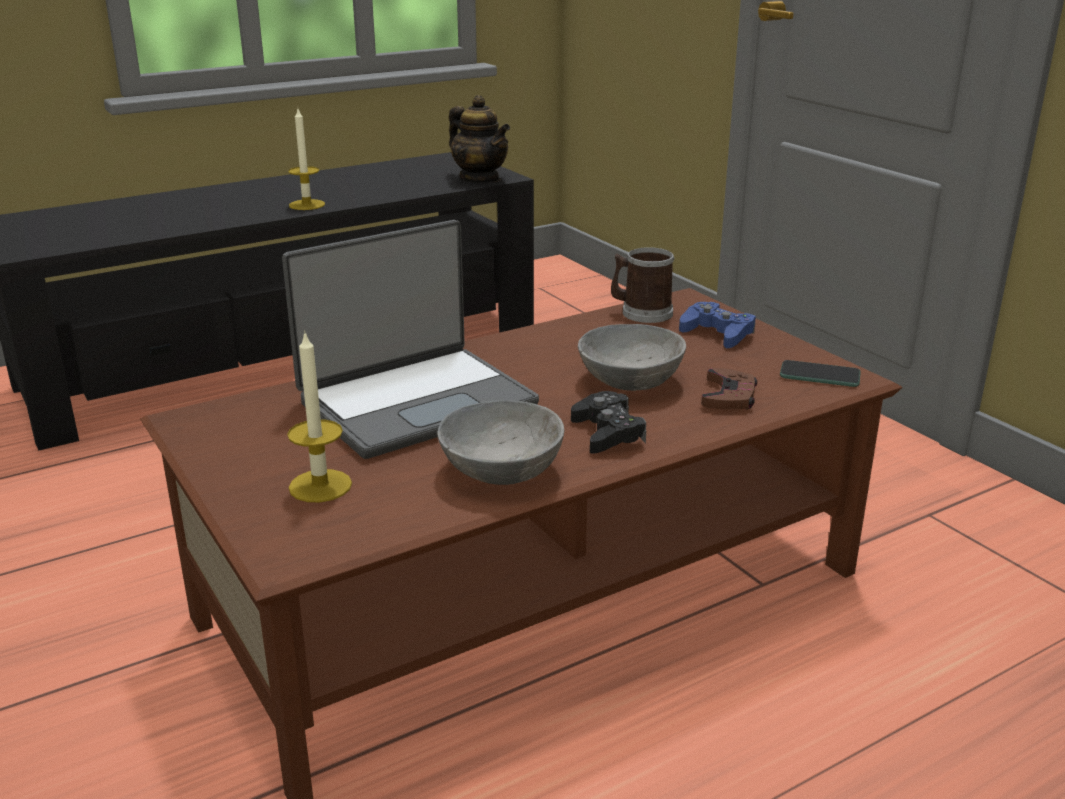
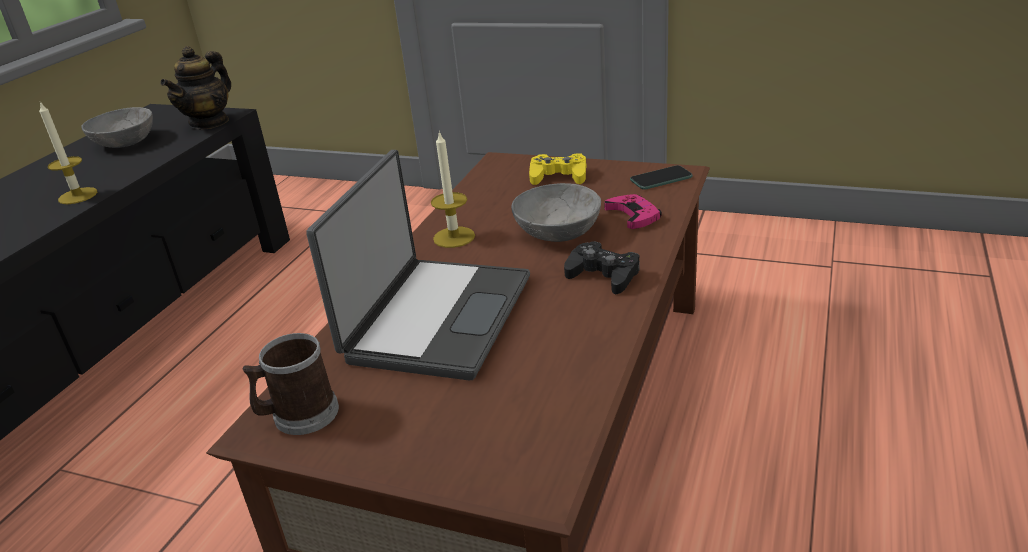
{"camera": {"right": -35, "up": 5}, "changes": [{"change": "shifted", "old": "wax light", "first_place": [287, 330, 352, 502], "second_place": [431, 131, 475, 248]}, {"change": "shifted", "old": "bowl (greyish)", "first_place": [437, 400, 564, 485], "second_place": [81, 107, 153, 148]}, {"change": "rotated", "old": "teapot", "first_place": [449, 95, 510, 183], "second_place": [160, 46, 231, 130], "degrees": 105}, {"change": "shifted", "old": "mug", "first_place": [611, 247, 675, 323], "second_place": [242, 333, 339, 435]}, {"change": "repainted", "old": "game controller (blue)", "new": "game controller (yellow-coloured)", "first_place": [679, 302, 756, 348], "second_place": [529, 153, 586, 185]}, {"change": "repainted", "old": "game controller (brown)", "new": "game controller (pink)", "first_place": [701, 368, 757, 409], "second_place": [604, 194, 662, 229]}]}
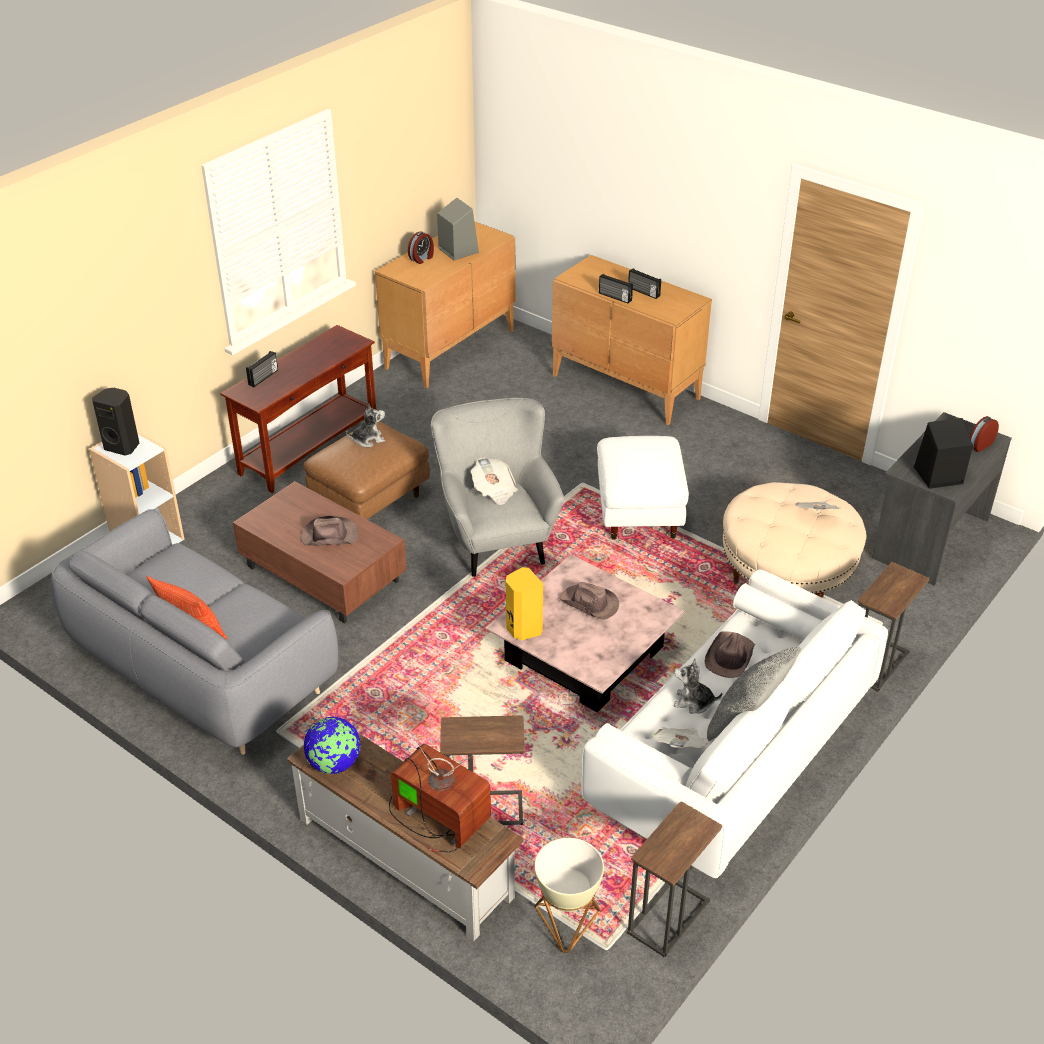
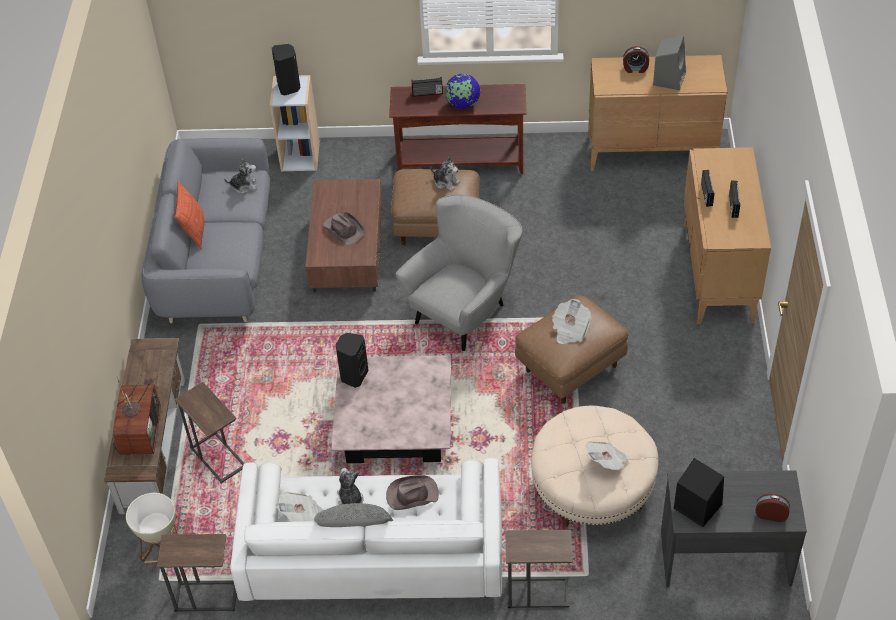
{"camera": {"right": 55, "up": 10}, "changes": [{"change": "shifted", "old": "globe", "first_place": [304, 717, 361, 774], "second_place": [445, 74, 480, 109]}, {"change": "shifted", "old": "printed paper", "first_place": [471, 457, 518, 505], "second_place": [552, 299, 592, 344]}, {"change": "repainted", "old": "audio speaker (yellow-coloured)", "new": "audio speaker (blackish)", "first_place": [506, 567, 543, 640], "second_place": [336, 333, 369, 388]}, {"change": "gone", "old": "clothing hat (brown)", "first_place": [560, 582, 619, 620]}, {"change": "repainted", "old": "ottoman (white-coloured)", "new": "ottoman (brown)", "first_place": [597, 436, 689, 540], "second_place": [515, 295, 628, 404]}, {"change": "new", "new": "soft toy", "second_place": [224, 159, 257, 194]}]}
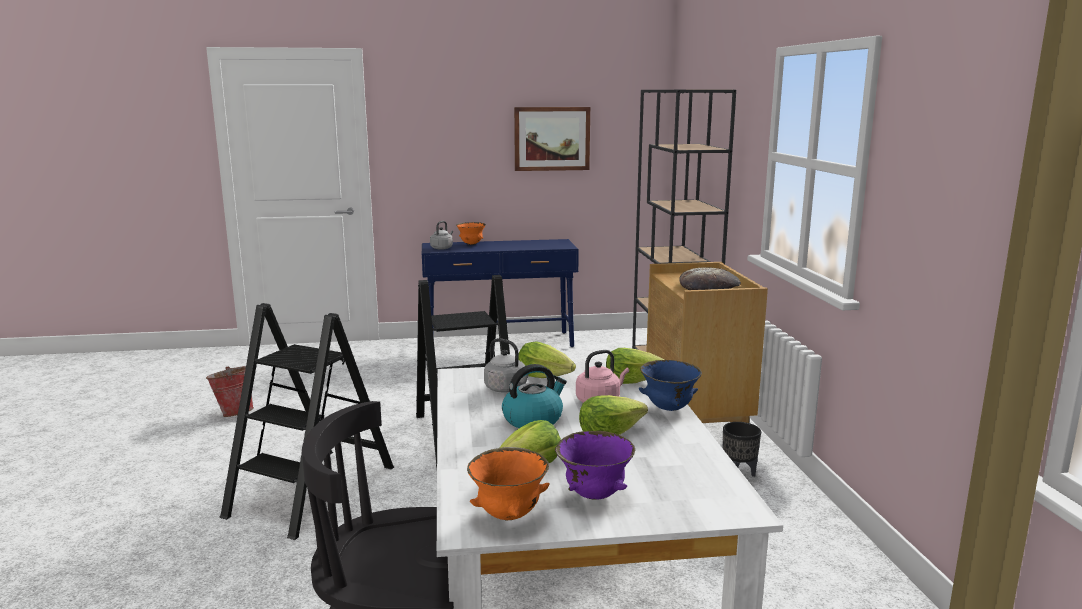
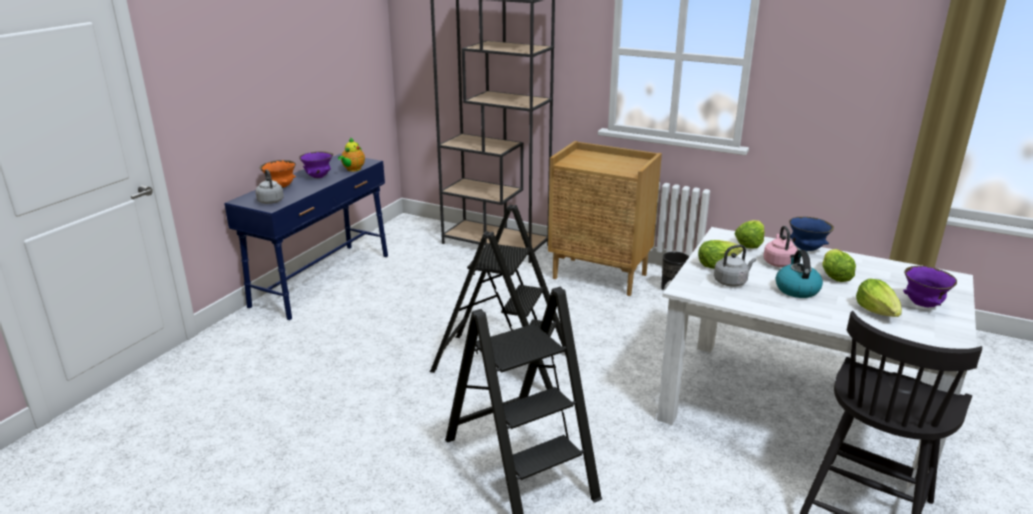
{"camera": {"right": -55, "up": 10}, "changes": [{"change": "gone", "old": "pail", "first_place": [206, 366, 254, 417]}, {"change": "gone", "old": "bowl (orange)", "first_place": [467, 447, 550, 520]}, {"change": "gone", "old": "wall picture", "first_place": [514, 107, 590, 171]}, {"change": "gone", "old": "bakery bread", "first_place": [679, 267, 741, 290]}, {"change": "new", "new": "bowl (purplish)", "second_place": [299, 151, 333, 178]}, {"change": "new", "new": "teapot", "second_place": [338, 137, 365, 172]}]}
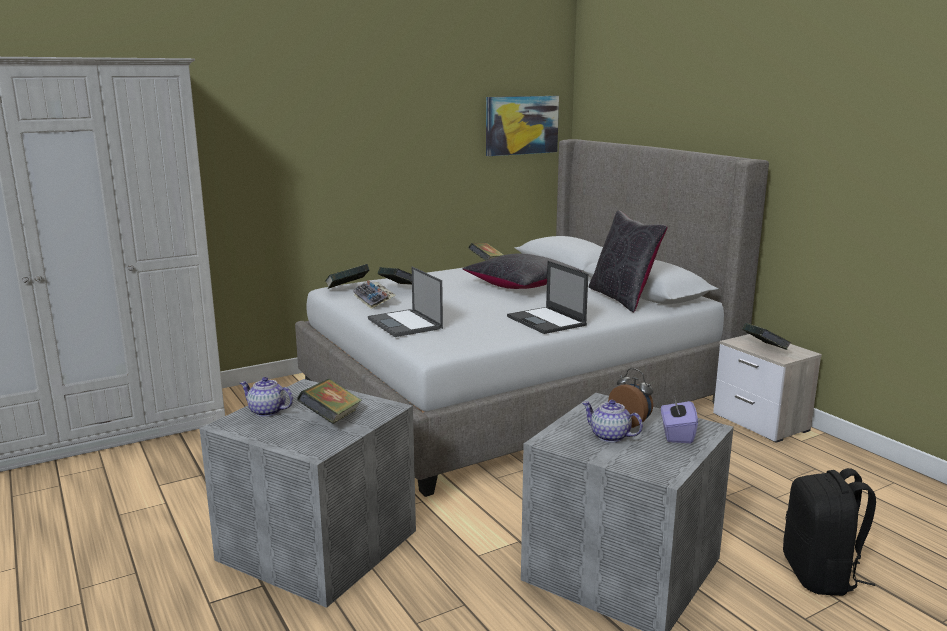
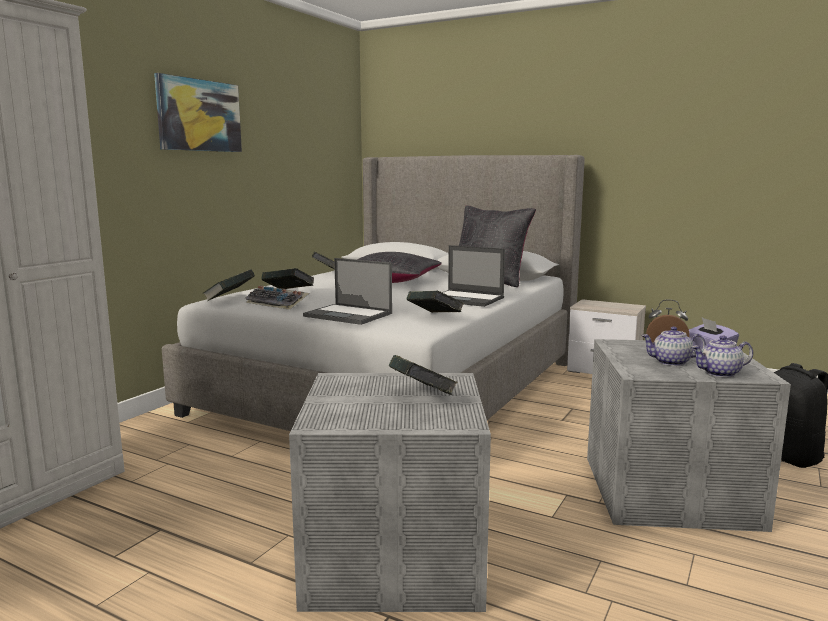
{"camera": {"right": -30, "up": -5}, "changes": [{"change": "shifted", "old": "teapot", "first_place": [240, 377, 293, 417], "second_place": [692, 335, 753, 377]}, {"change": "shifted", "old": "wall picture", "first_place": [486, 96, 559, 156], "second_place": [154, 73, 242, 152]}, {"change": "shifted", "old": "volume", "first_place": [742, 323, 791, 350], "second_place": [407, 291, 464, 313]}]}
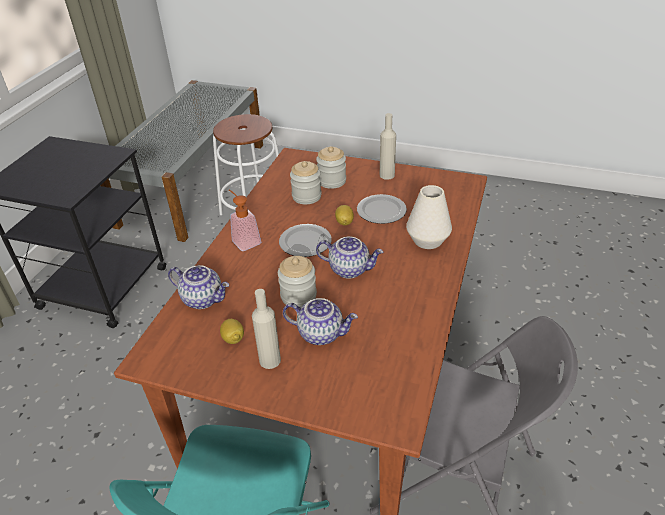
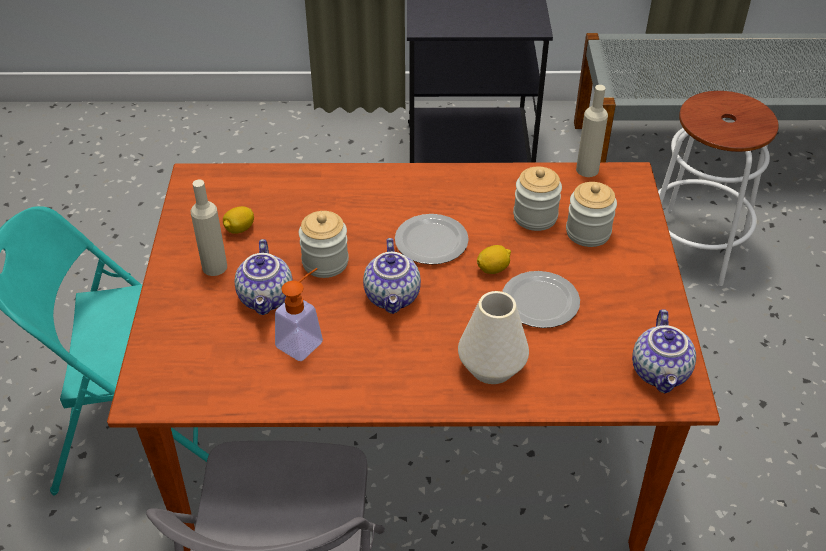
{"camera": {"right": 70, "up": 5}, "changes": [{"change": "shifted", "old": "teapot", "first_place": [168, 265, 229, 309], "second_place": [632, 309, 696, 393]}, {"change": "shifted", "old": "soap bottle", "first_place": [229, 190, 261, 251], "second_place": [275, 268, 323, 361]}, {"change": "shifted", "old": "beverage bottle (beige-coloured)", "first_place": [380, 113, 396, 180], "second_place": [576, 85, 608, 177]}]}
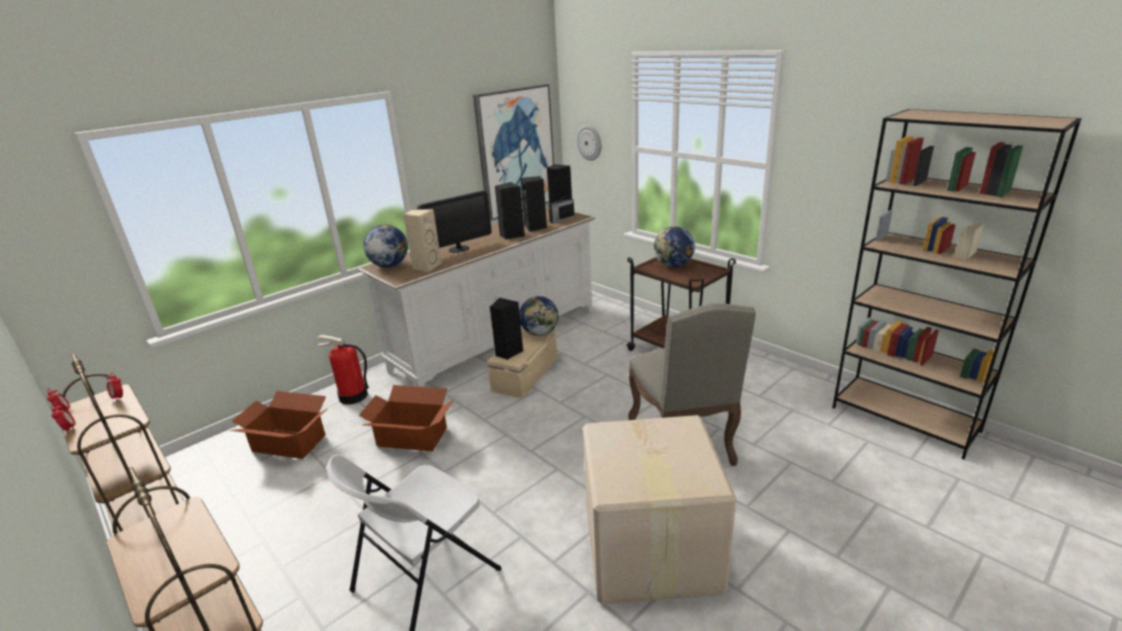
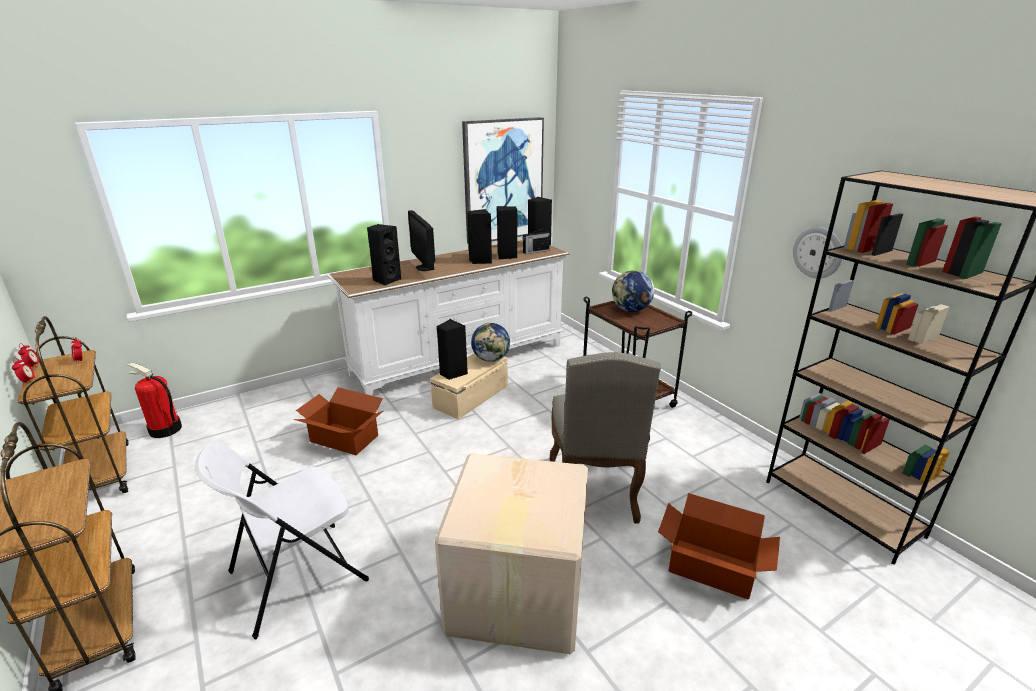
{"camera": {"right": 10, "up": 0}, "changes": [{"change": "shifted", "old": "packing box", "first_place": [229, 391, 327, 459], "second_place": [658, 493, 780, 599]}, {"change": "shifted", "old": "fire-fighting cylinder", "first_place": [317, 335, 369, 405], "second_place": [128, 363, 182, 438]}, {"change": "gone", "old": "globe", "first_place": [364, 225, 408, 267]}, {"change": "repainted", "old": "audio speaker (beige-coloured)", "new": "audio speaker (blackish)", "first_place": [403, 209, 442, 272], "second_place": [367, 224, 401, 286]}, {"change": "rotated", "old": "computer screen", "first_place": [417, 191, 492, 253], "second_place": [408, 210, 435, 271], "degrees": 90}, {"change": "shifted", "old": "clock on the wall", "first_place": [577, 126, 601, 161], "second_place": [793, 227, 842, 279]}]}
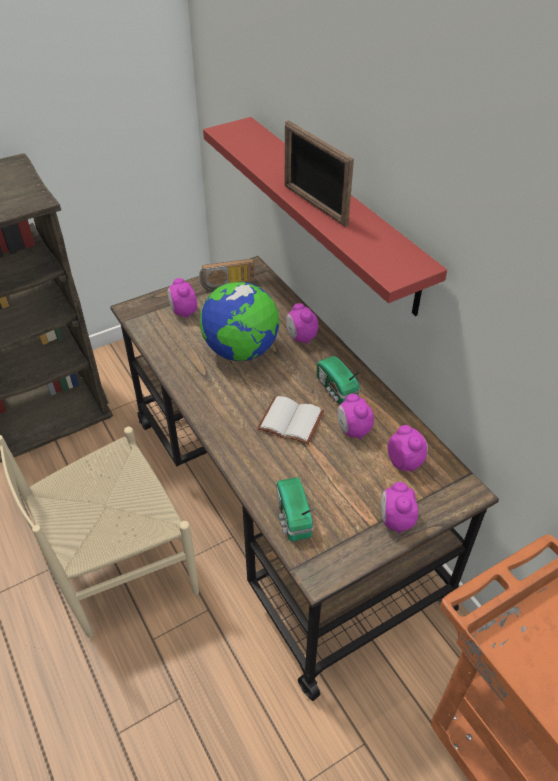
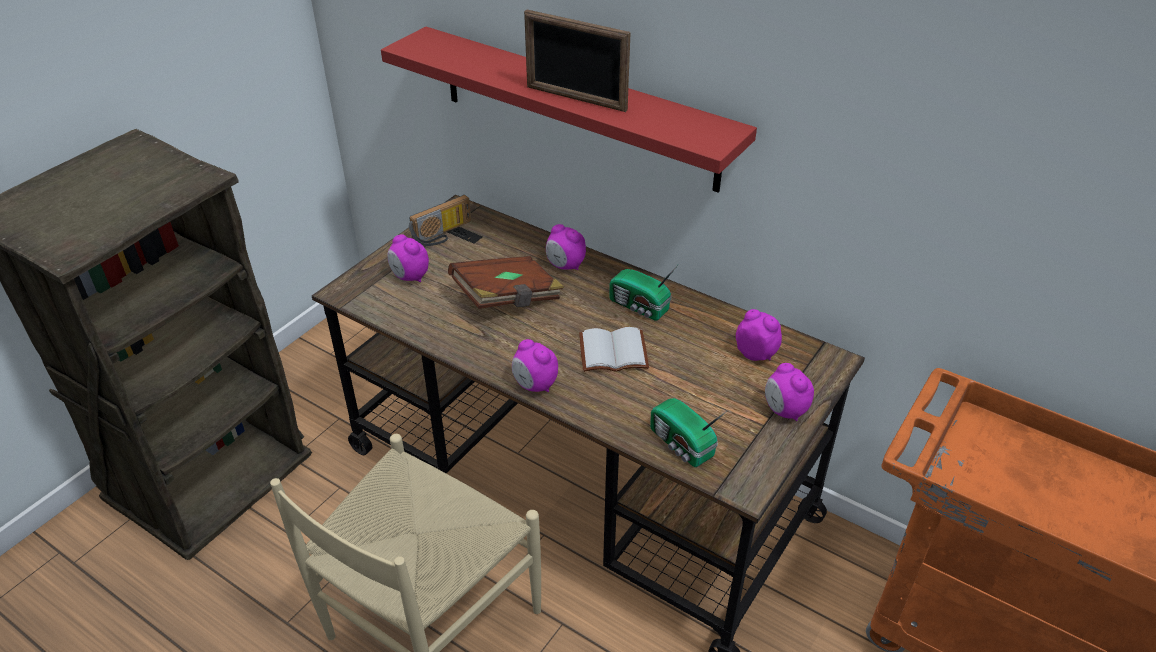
{"camera": {"right": -25, "up": -5}, "changes": [{"change": "swapped", "old": "globe", "new": "volume (brown)", "first_place": [200, 282, 279, 361], "second_place": [448, 256, 564, 309]}, {"change": "shifted", "old": "table clock", "first_place": [337, 394, 374, 440], "second_place": [512, 339, 558, 392]}]}
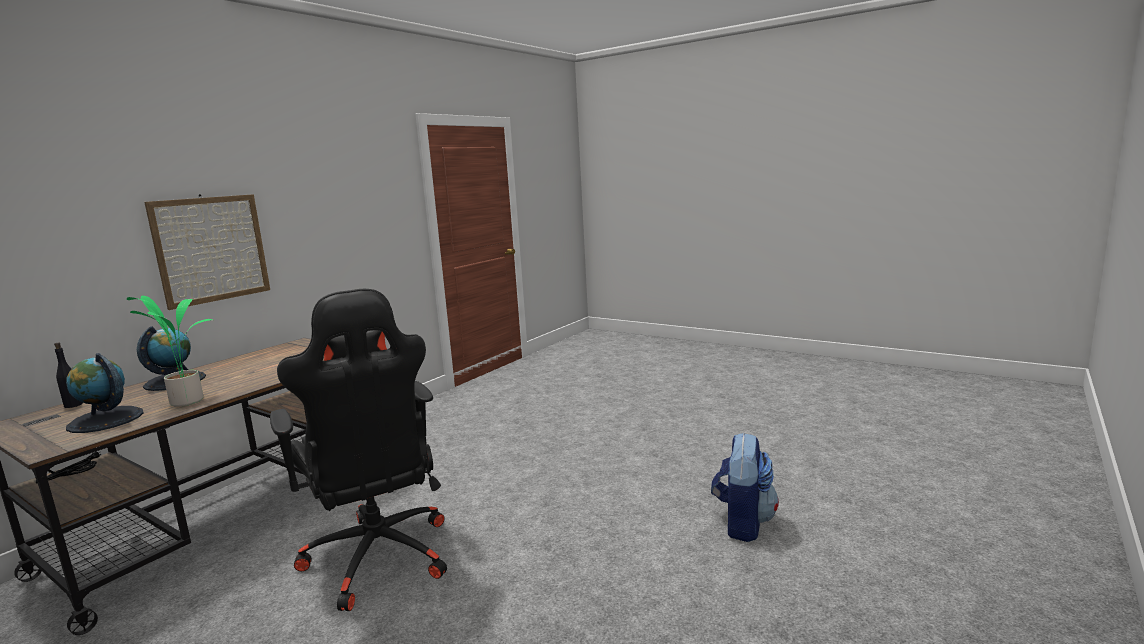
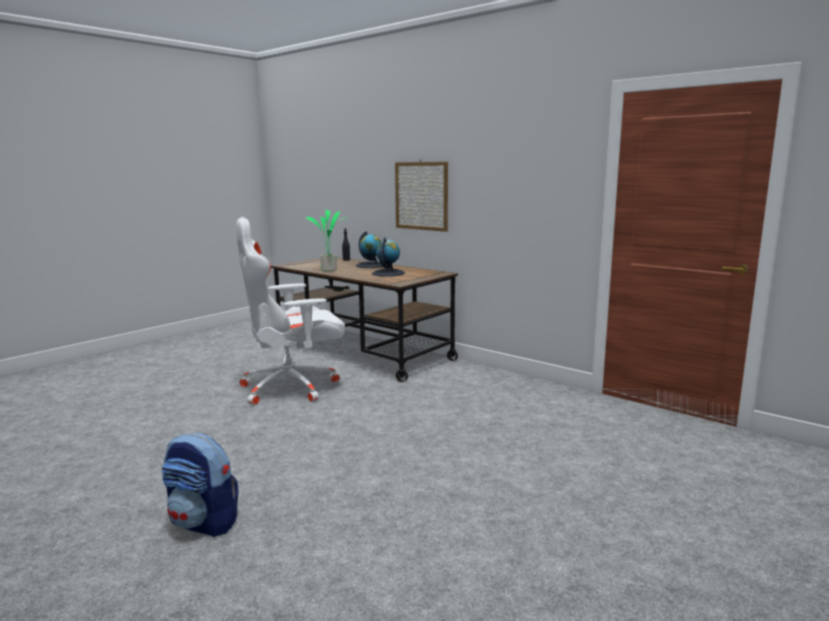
{"camera": {"right": 95, "up": 0}, "changes": [{"change": "shifted", "old": "globe", "first_place": [66, 353, 143, 433], "second_place": [372, 238, 405, 277]}, {"change": "repainted", "old": "desk chair (blackish)", "new": "desk chair (white-coloured)", "first_place": [270, 289, 447, 611], "second_place": [236, 217, 345, 405]}]}
